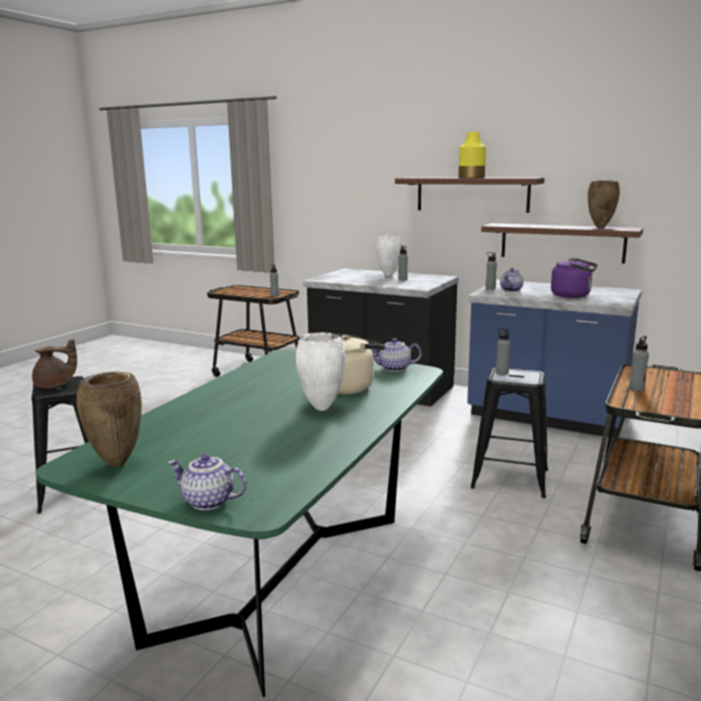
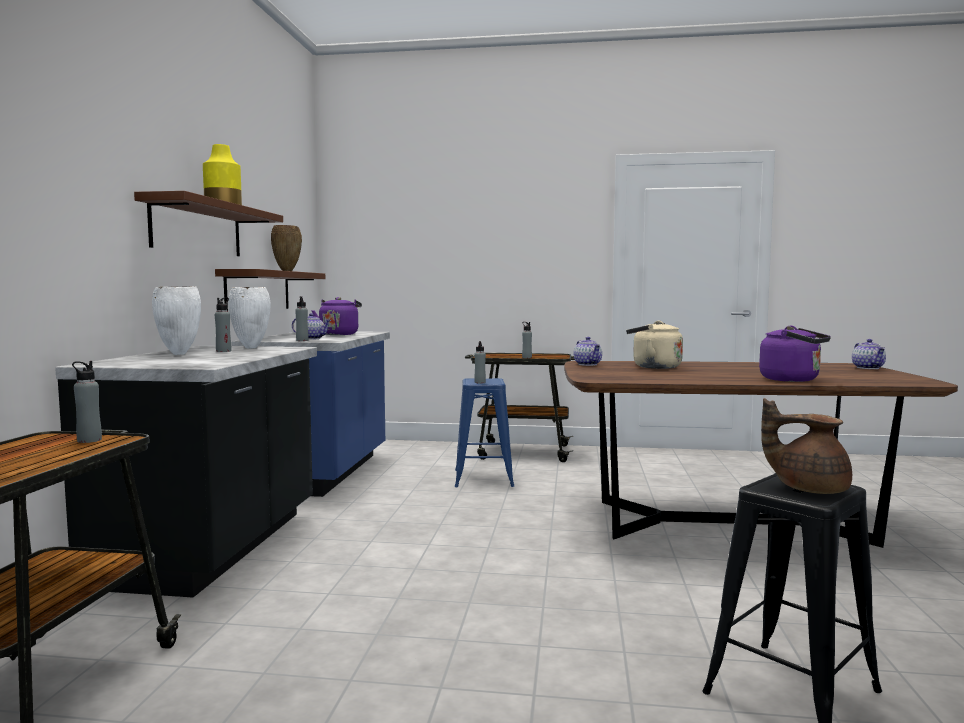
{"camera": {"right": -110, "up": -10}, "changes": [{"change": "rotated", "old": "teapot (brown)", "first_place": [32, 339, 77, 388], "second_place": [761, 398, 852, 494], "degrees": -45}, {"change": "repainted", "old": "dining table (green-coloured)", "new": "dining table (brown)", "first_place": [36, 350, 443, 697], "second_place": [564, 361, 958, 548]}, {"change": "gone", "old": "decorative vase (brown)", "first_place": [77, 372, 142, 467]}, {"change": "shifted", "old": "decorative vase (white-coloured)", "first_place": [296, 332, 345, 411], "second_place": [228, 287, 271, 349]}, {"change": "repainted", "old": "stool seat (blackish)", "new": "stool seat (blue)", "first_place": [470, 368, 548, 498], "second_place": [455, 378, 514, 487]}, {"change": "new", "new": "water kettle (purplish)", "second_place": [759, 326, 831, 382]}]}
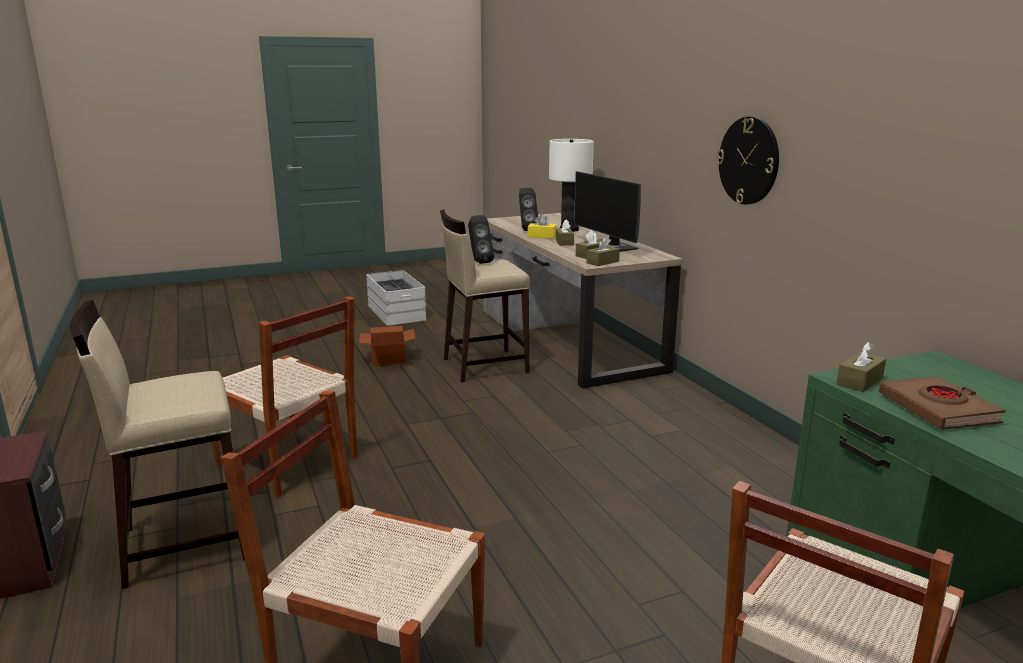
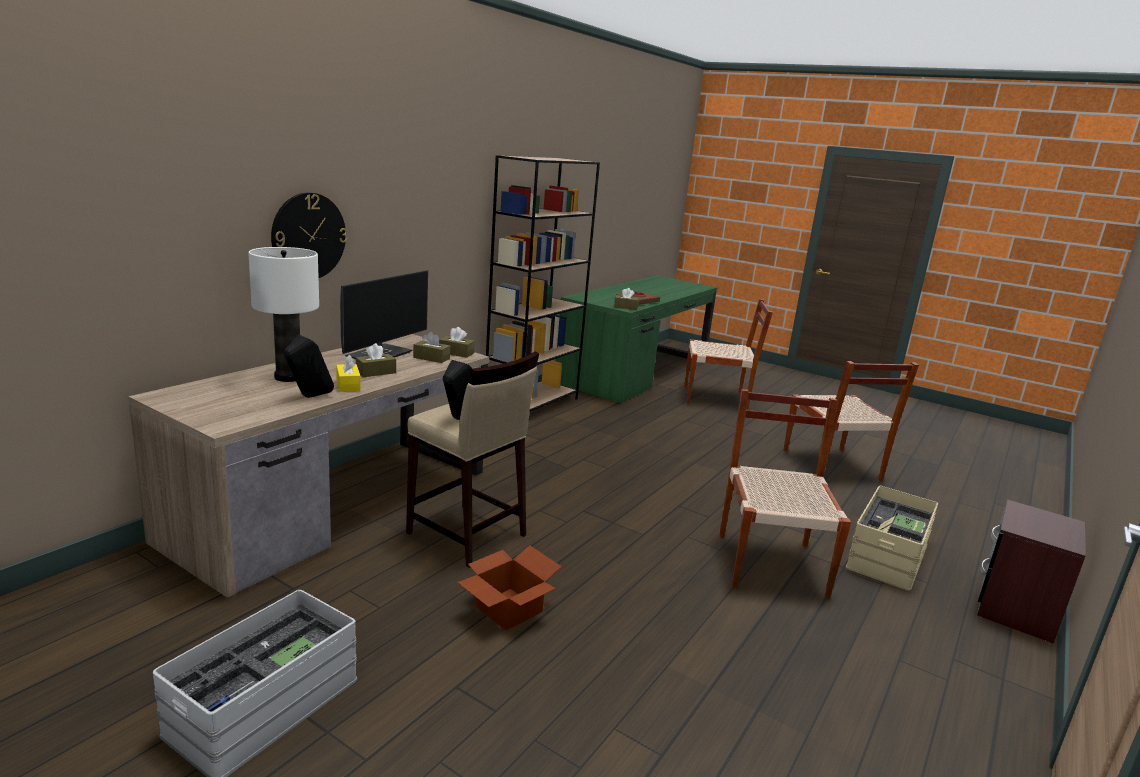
{"camera": {"right": -125, "up": 0}, "changes": [{"change": "swapped", "old": "stool seat (beige-coloured)", "new": "storage container (beige-coloured)", "first_place": [70, 300, 245, 589], "second_place": [846, 486, 939, 591]}, {"change": "shifted", "old": "clock on the wall", "first_place": [717, 117, 779, 205], "second_place": [271, 192, 347, 278]}, {"change": "new", "new": "shelving unit (beige-coloured)", "second_place": [486, 155, 600, 412]}]}
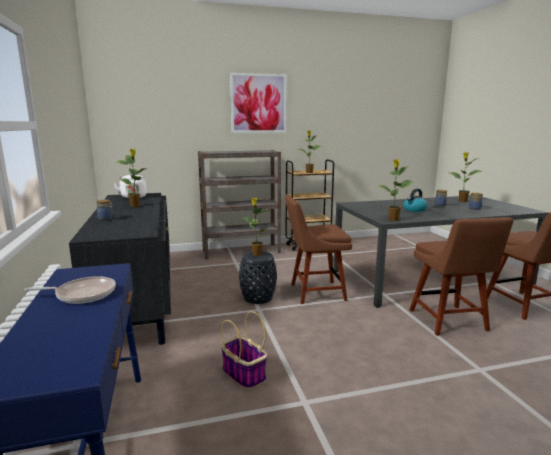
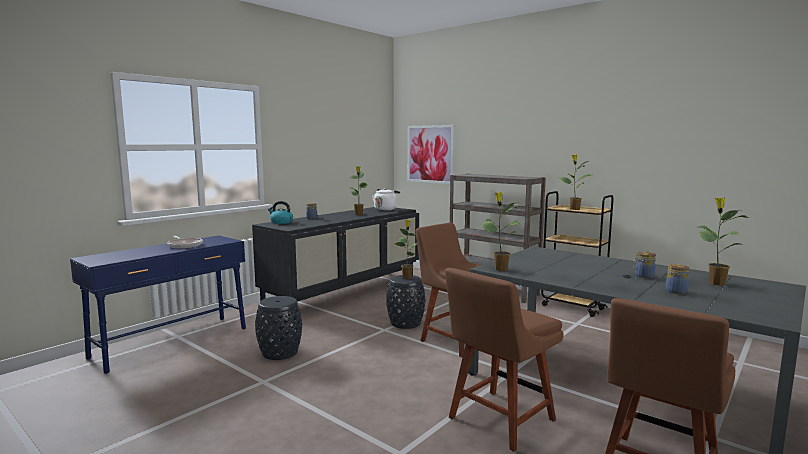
{"camera": {"right": 55, "up": -5}, "changes": [{"change": "swapped", "old": "basket", "new": "stool seat (blackish)", "first_place": [221, 311, 267, 389], "second_place": [255, 296, 302, 360]}, {"change": "shifted", "old": "wall picture", "first_place": [230, 73, 287, 133], "second_place": [407, 125, 454, 184]}, {"change": "shifted", "old": "water kettle", "first_place": [404, 189, 428, 212], "second_place": [268, 201, 293, 224]}]}
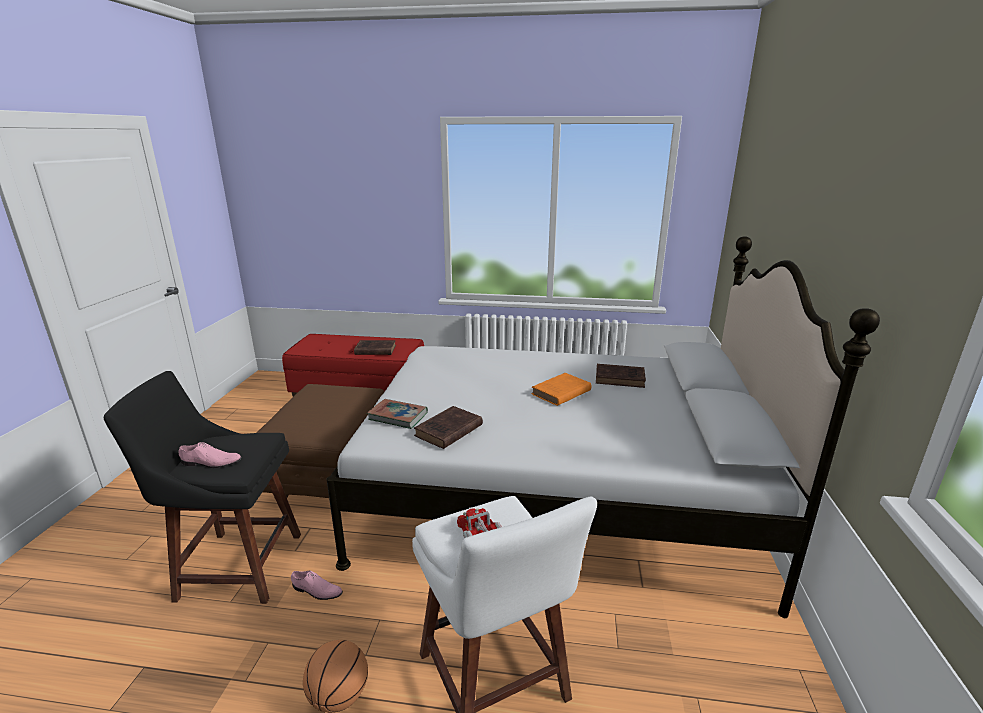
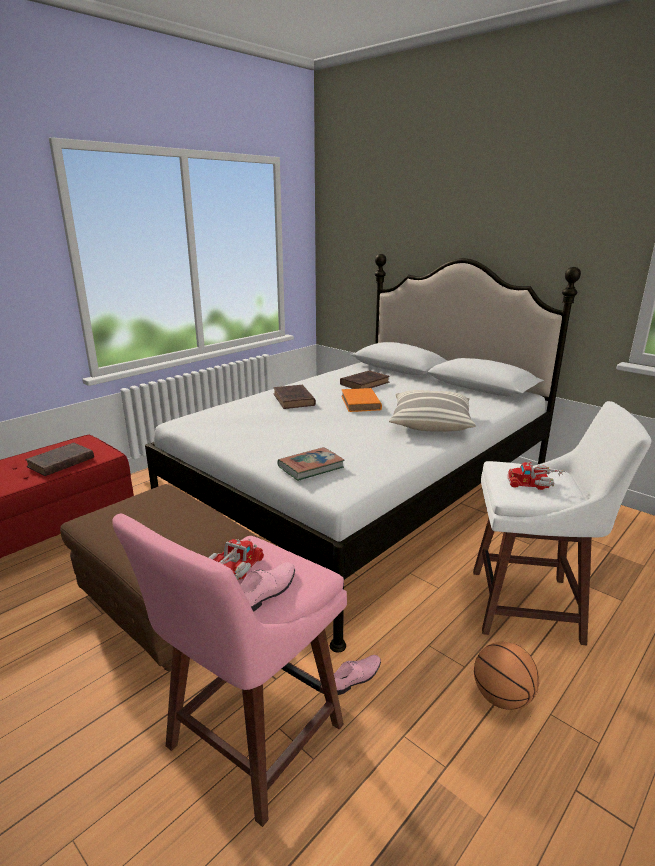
{"camera": {"right": -55, "up": 0}, "changes": [{"change": "repainted", "old": "stool seat (blackish)", "new": "stool seat (pink)", "first_place": [104, 371, 301, 604], "second_place": [112, 514, 347, 827]}, {"change": "shifted", "old": "volume (brown)", "first_place": [414, 406, 483, 449], "second_place": [273, 385, 316, 409]}, {"change": "new", "new": "model truck", "second_place": [208, 539, 264, 580]}, {"change": "new", "new": "throw pillow", "second_place": [389, 390, 476, 432]}]}
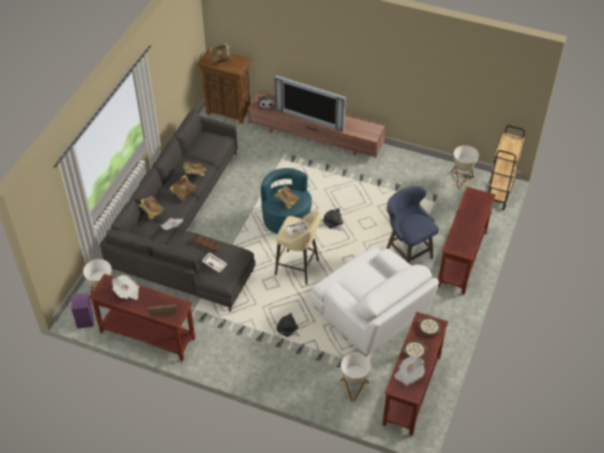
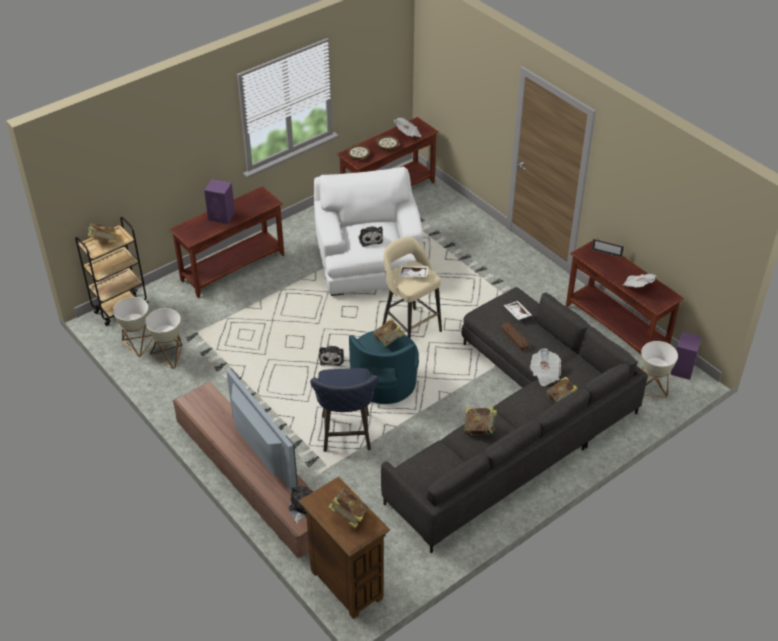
{"camera": {"right": -150, "up": -5}, "changes": [{"change": "shifted", "old": "volume", "first_place": [170, 175, 196, 201], "second_place": [86, 223, 117, 243]}, {"change": "shifted", "old": "soft toy", "first_place": [276, 313, 299, 337], "second_place": [358, 226, 383, 247]}, {"change": "shifted", "old": "flower pot", "first_place": [340, 353, 371, 401], "second_place": [145, 308, 182, 369]}, {"change": "shifted", "old": "stool seat (blue)", "first_place": [386, 186, 439, 263], "second_place": [310, 368, 379, 452]}, {"change": "new", "new": "audio speaker (purplish)", "second_place": [204, 179, 235, 224]}]}
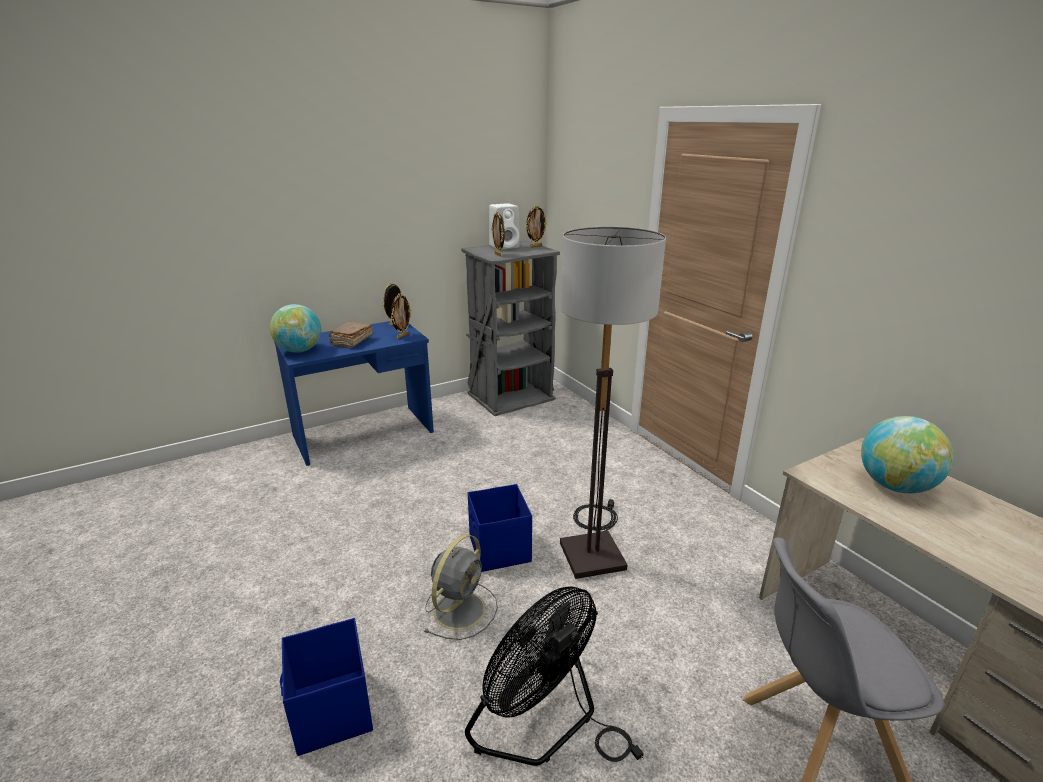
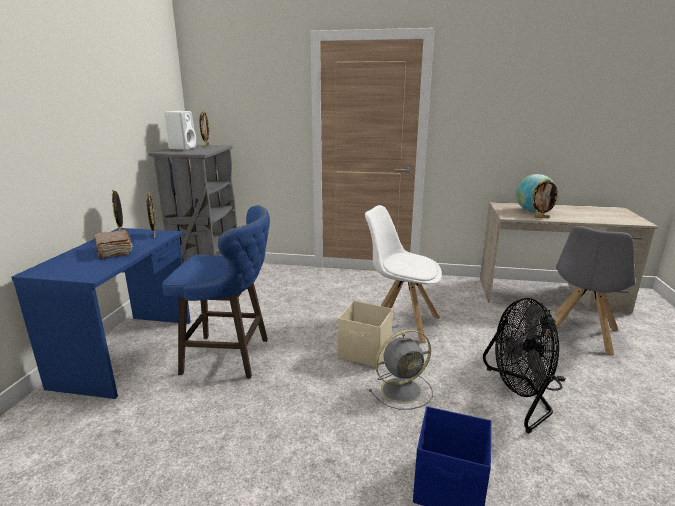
{"camera": {"right": -50, "up": -5}, "changes": [{"change": "gone", "old": "globe", "first_place": [270, 304, 321, 353]}, {"change": "rotated", "old": "fan (greyish)", "first_place": [423, 534, 498, 640], "second_place": [369, 330, 433, 410], "degrees": 90}, {"change": "repainted", "old": "storage container (blue)", "new": "storage container (beige-coloured)", "first_place": [468, 484, 532, 572], "second_place": [338, 301, 393, 368]}, {"change": "shifted", "old": "photo frame", "first_place": [491, 211, 505, 257], "second_place": [531, 179, 559, 218]}, {"change": "swapped", "old": "standing lamp", "new": "plain chair (white-coloured)", "first_place": [560, 227, 666, 579], "second_place": [365, 205, 442, 343]}, {"change": "new", "new": "stool seat (blue)", "second_place": [162, 205, 270, 378]}]}
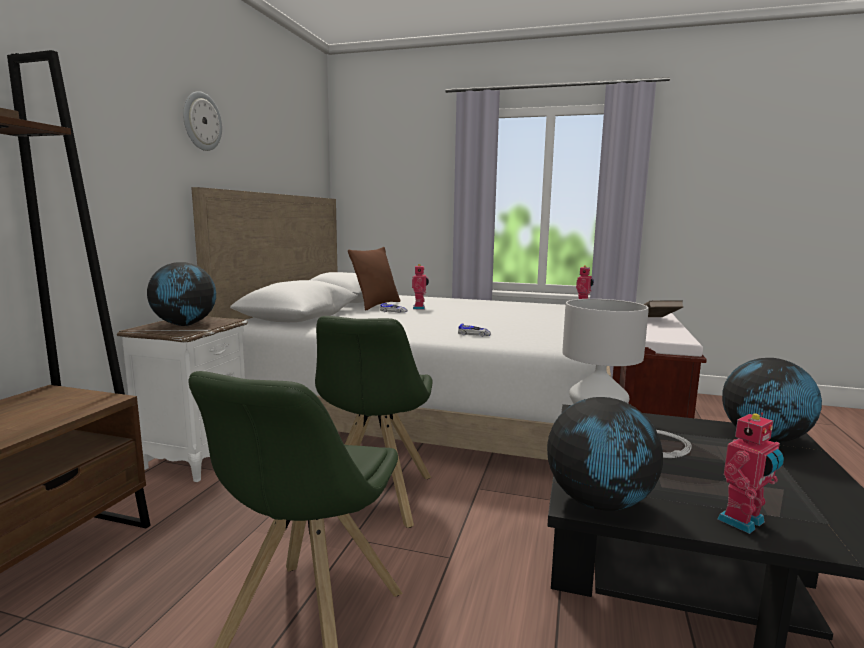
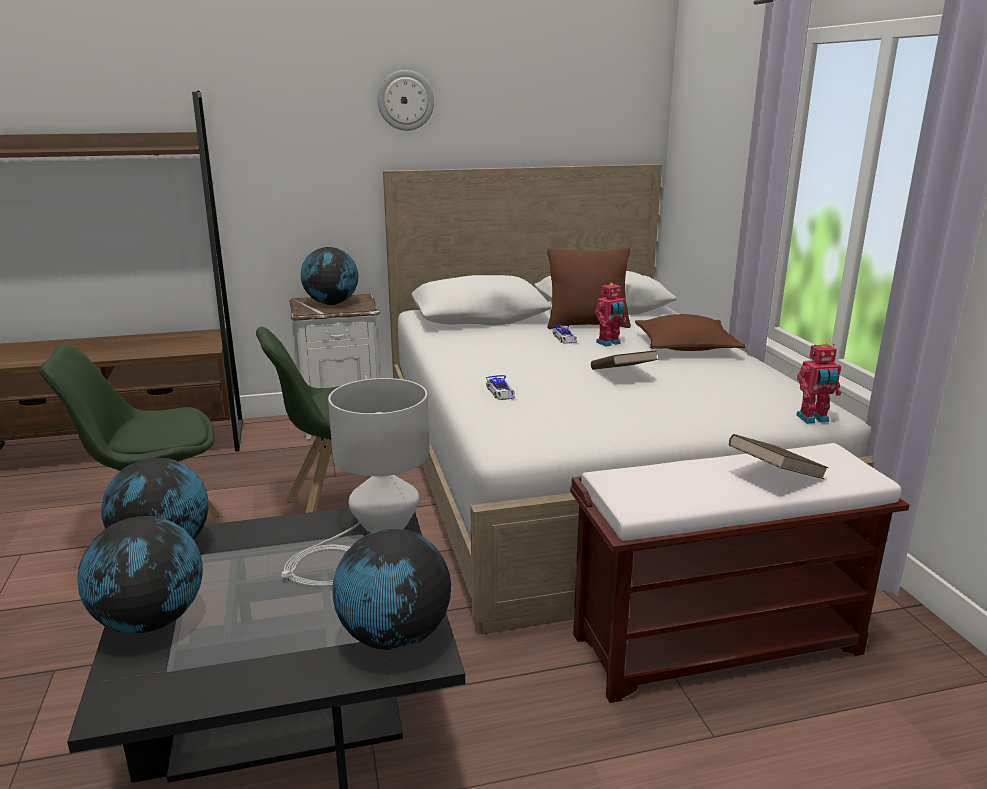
{"camera": {"right": 60, "up": 10}, "changes": [{"change": "swapped", "old": "toy robot", "new": "globe", "first_place": [717, 412, 784, 534], "second_place": [77, 516, 203, 633]}, {"change": "new", "new": "volume (brown)", "second_place": [591, 350, 658, 370]}, {"change": "new", "new": "throw pillow (brown)", "second_place": [635, 314, 745, 351]}]}
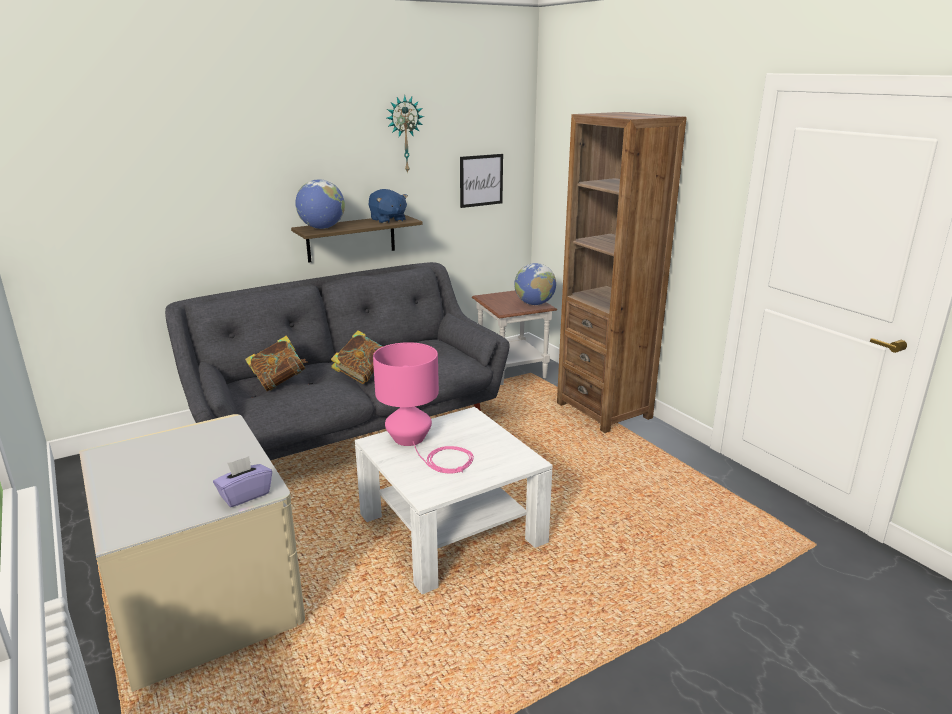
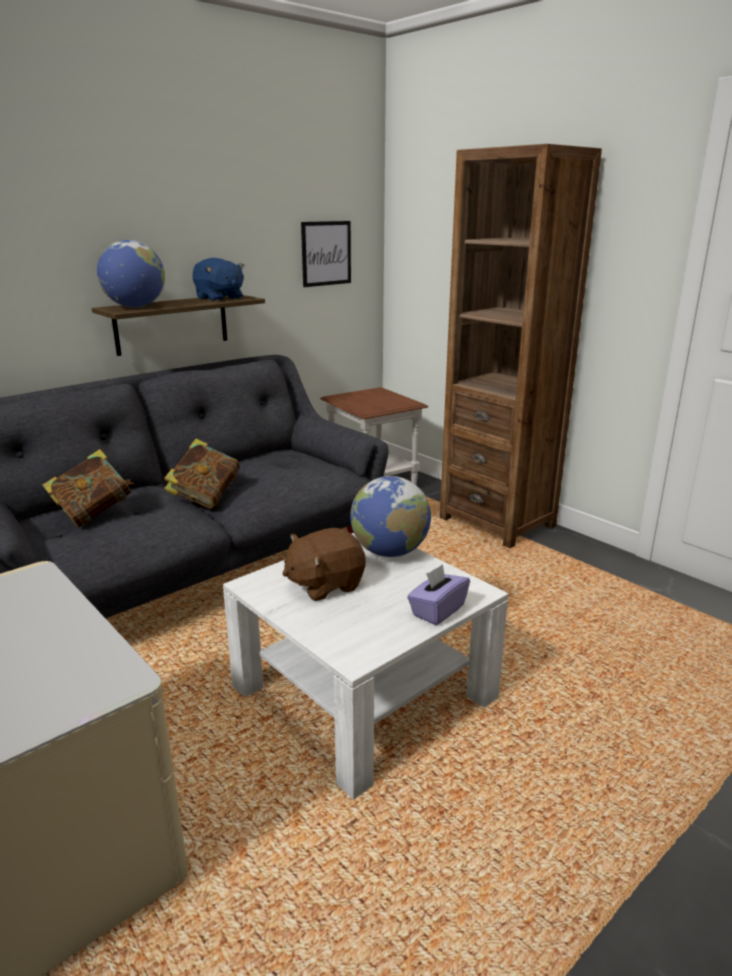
{"camera": {"right": -10, "up": 0}, "changes": [{"change": "shifted", "old": "tissue box (purplish)", "first_place": [213, 456, 272, 507], "second_place": [407, 564, 470, 625]}, {"change": "swapped", "old": "lamp for a table (pink)", "new": "soft toy (brown)", "first_place": [373, 342, 474, 474], "second_place": [282, 528, 366, 601]}, {"change": "gone", "old": "clock on the wall", "first_place": [387, 95, 424, 174]}, {"change": "shifted", "old": "globe", "first_place": [514, 263, 556, 305], "second_place": [350, 476, 431, 557]}]}
